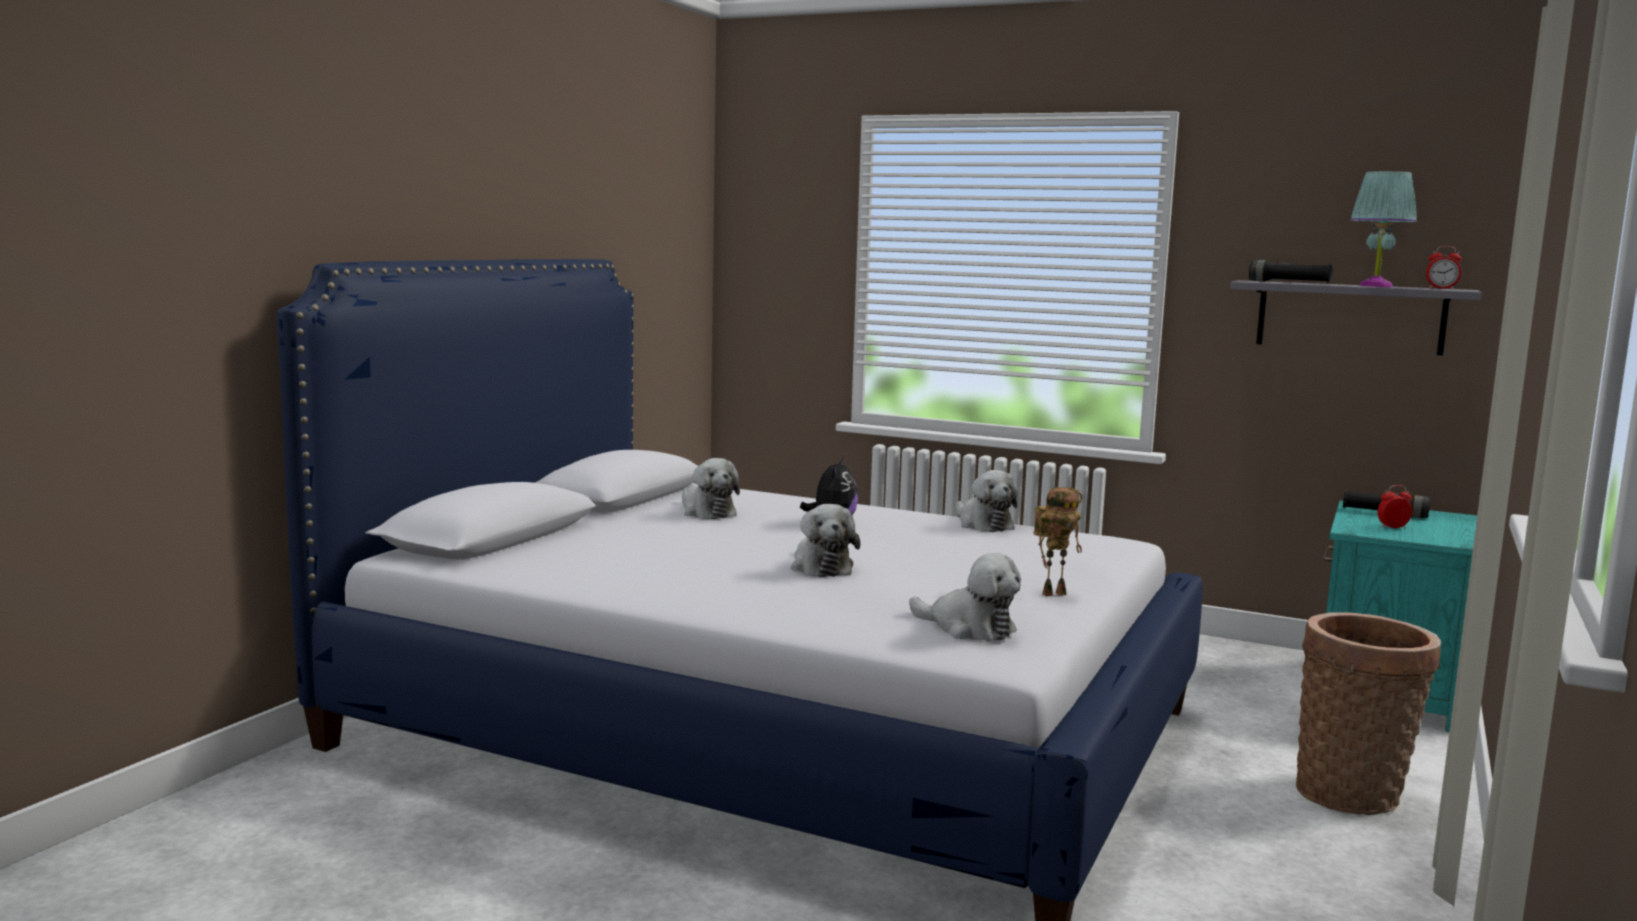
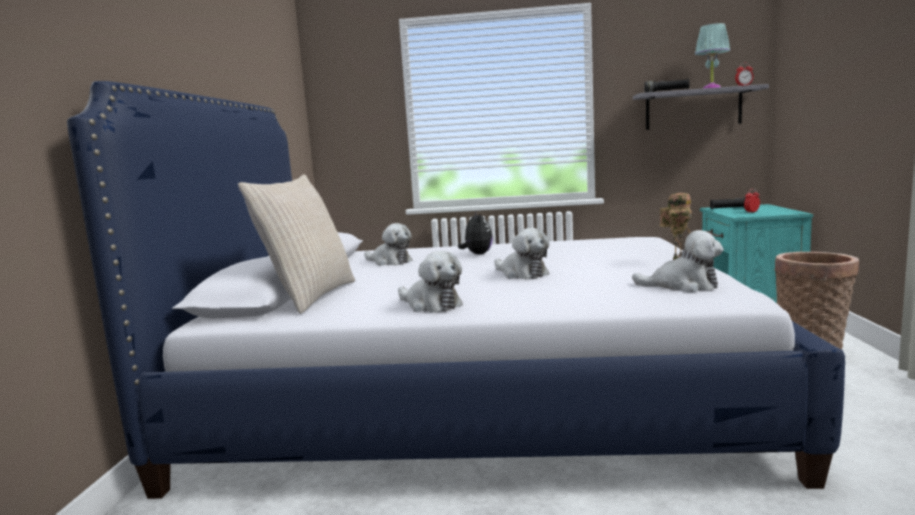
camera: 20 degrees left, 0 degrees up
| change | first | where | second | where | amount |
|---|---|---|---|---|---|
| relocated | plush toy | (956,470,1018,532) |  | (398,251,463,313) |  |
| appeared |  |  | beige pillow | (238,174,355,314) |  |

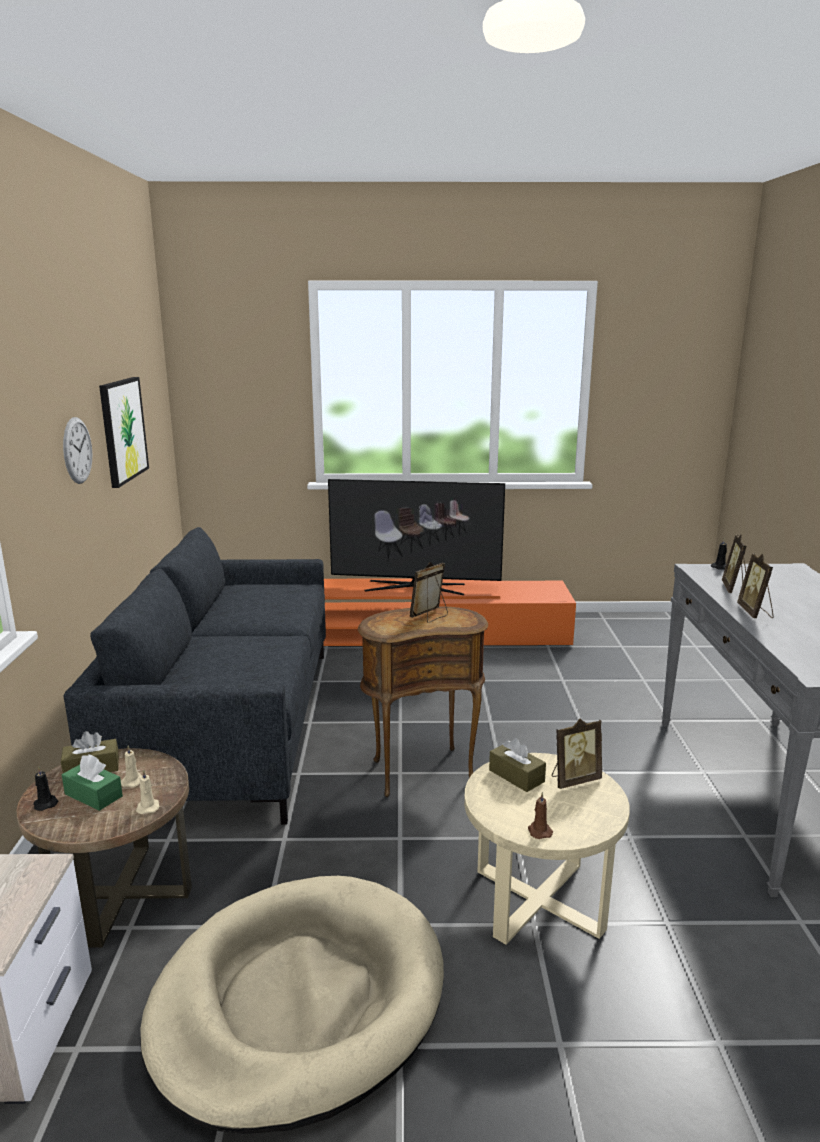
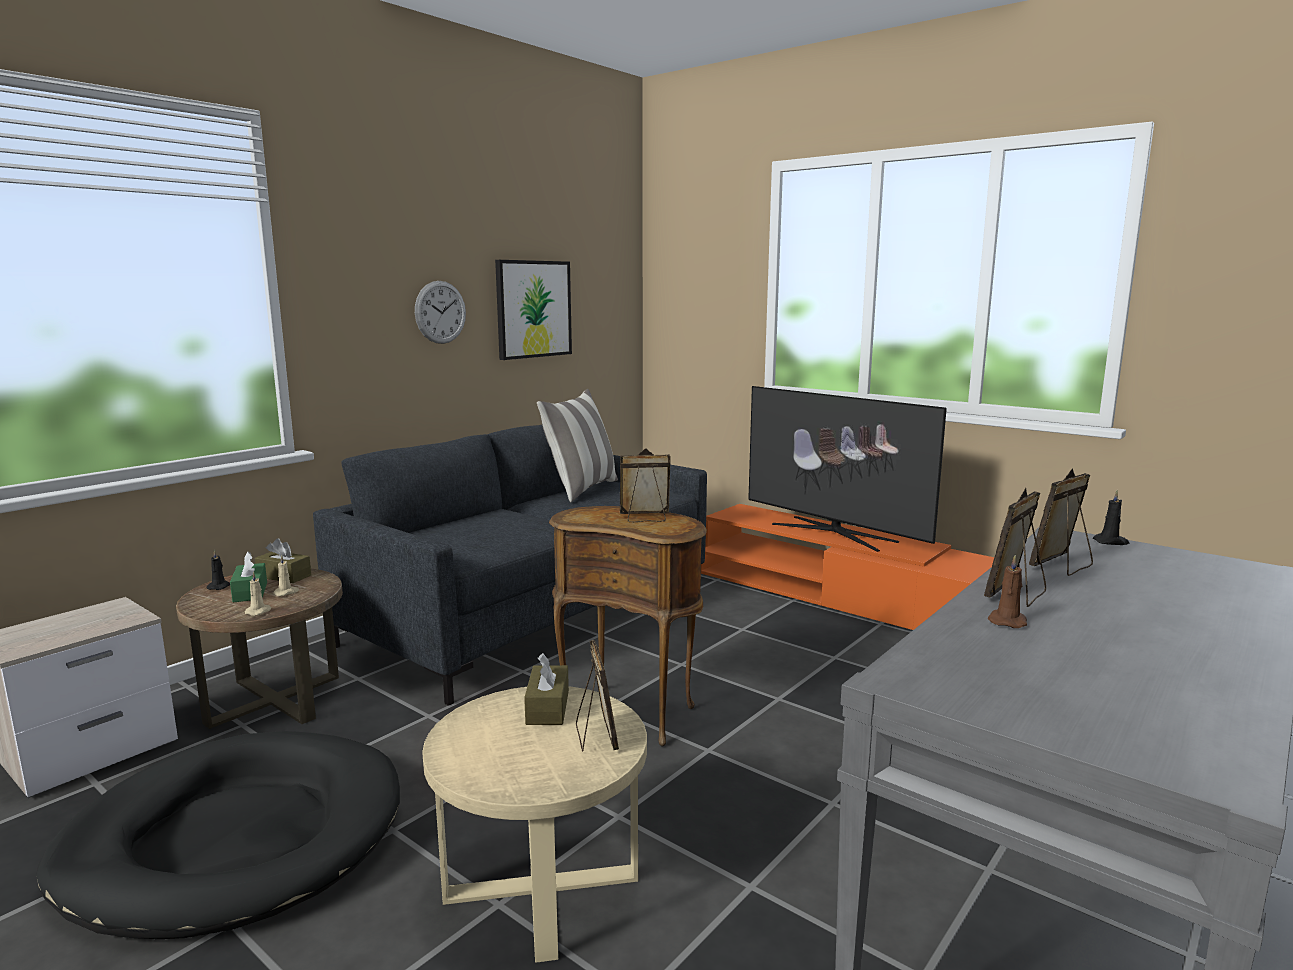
camera: 40 degrees right, 5 degrees down
| change | first | where | second | where | amount |
|---|---|---|---|---|---|
| spun | picture frame | (552,719,602,789) |  | (576,640,619,752) | 120 degrees counterclockwise |
| relocated | brown candle | (528,792,553,839) |  | (988,554,1027,628) |  |
| colour | beige dog bed | (140,876,444,1134) | black dog bed | (36,731,400,939) |  |
| appeared |  |  | pillow | (537,389,618,502) |  |

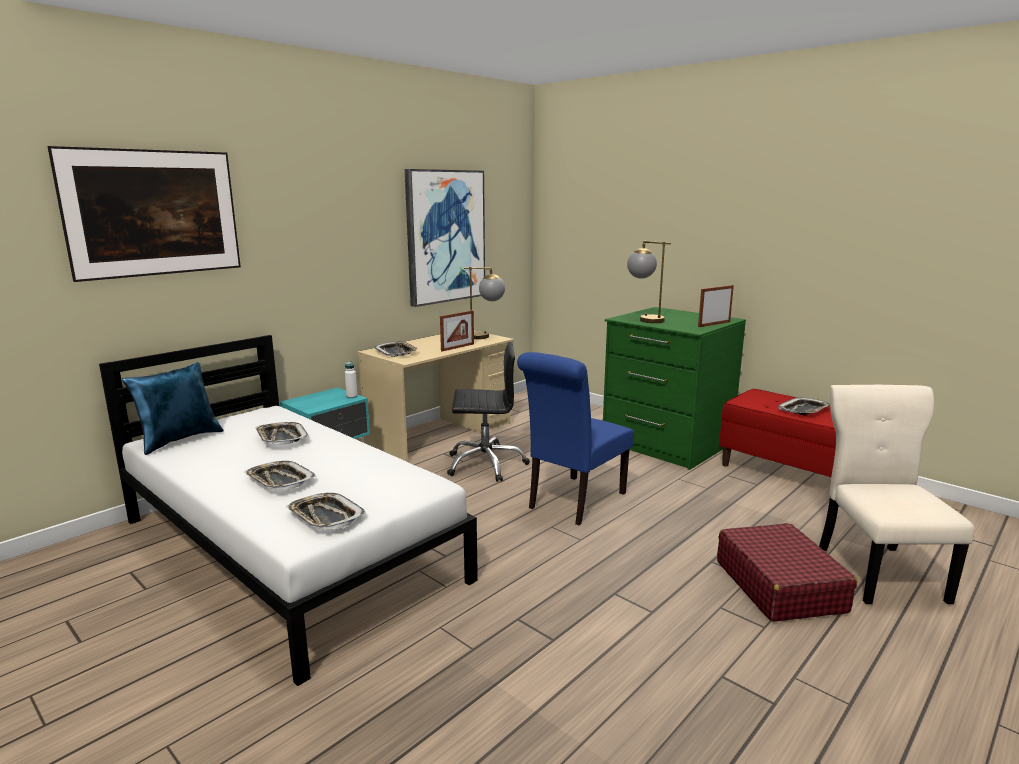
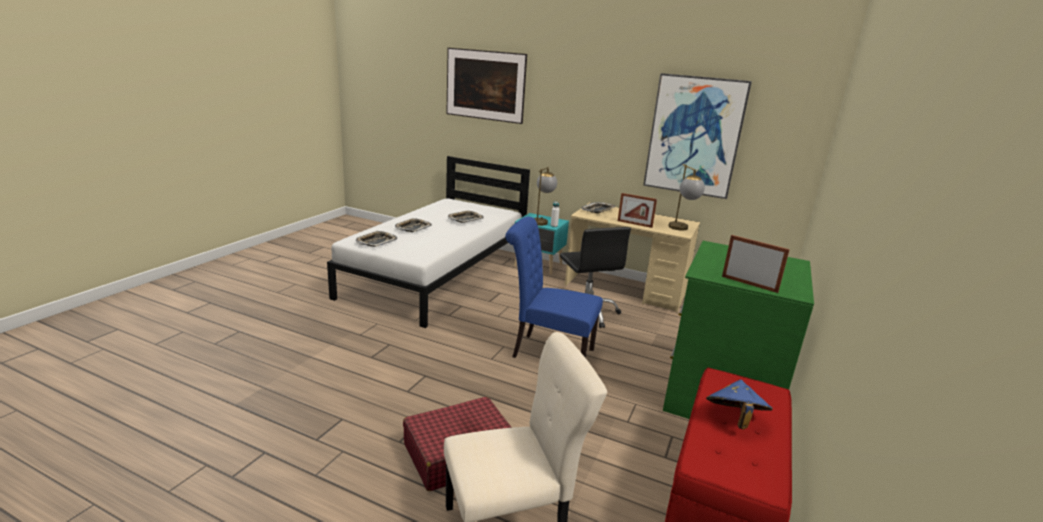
camera: 70 degrees right, 5 degrees up
| change | first | where | second | where | amount |
|---|---|---|---|---|---|
| relocated | table lamp | (627,241,671,323) |  | (534,167,557,226) |  |
| missing | blue pillow | (122,362,224,455) |  |  |  |
| exchanged | tray | (778,397,830,415) | blue hat | (706,379,773,430) |  |

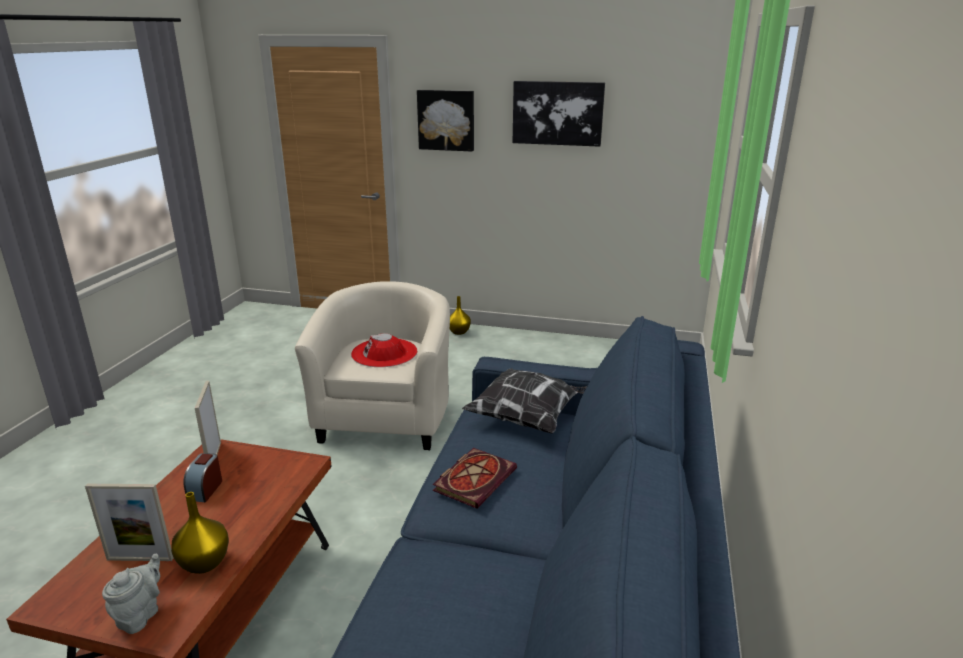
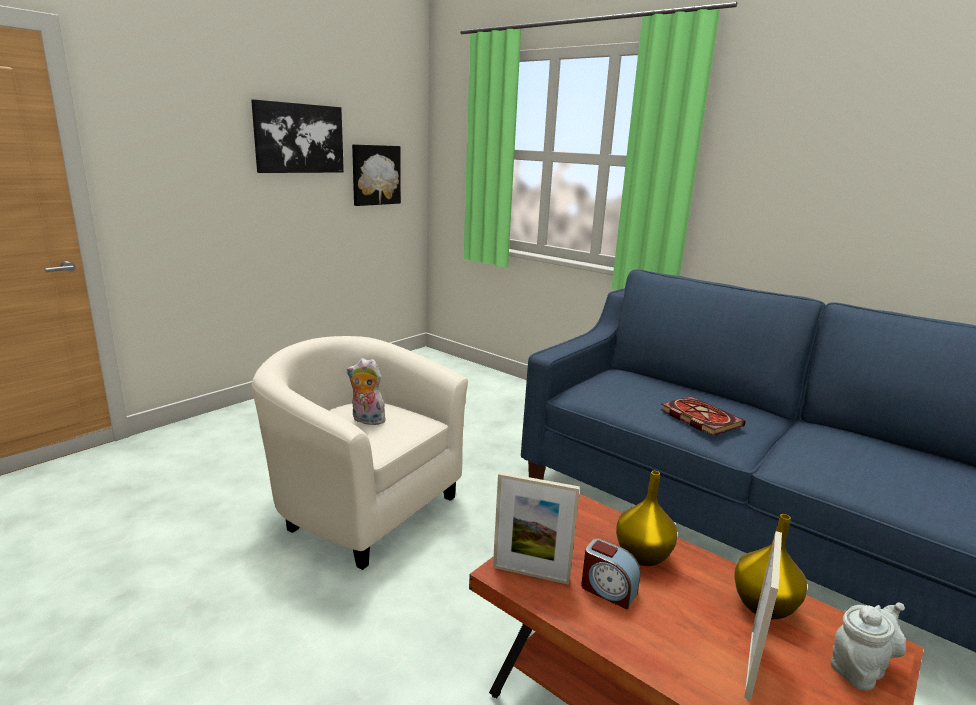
camera: 65 degrees left, 5 degrees down
| change | first | where | second | where | amount |
|---|---|---|---|---|---|
| relocated | picture | (417,90,474,152) |  | (352,144,401,206) |  |
| relocated | yellow vase | (450,296,471,335) |  | (616,471,677,566) |  |
| exchanged | red hat | (351,333,417,367) | plush toy | (347,358,386,425) |  |
| missing | pillow | (462,368,587,433) |  |  |  |
| spun | grey teapot | (102,554,160,634) |  | (831,602,906,690) | 105 degrees clockwise |

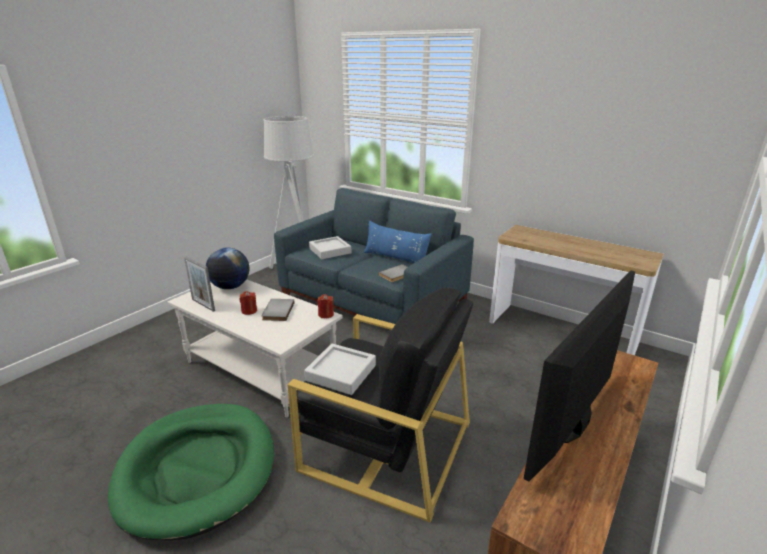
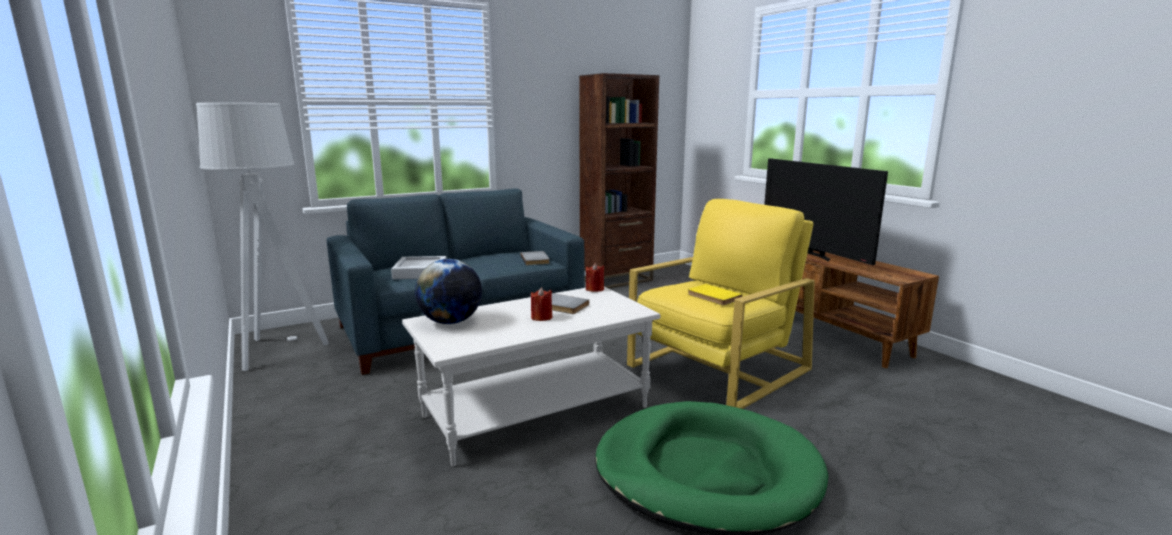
camera: 65 degrees left, 10 degrees down
| change | first | where | second | where | amount |
|---|---|---|---|---|---|
| missing | blue pillow | (363,220,432,263) |  |  |  |
| exchanged | console table | (489,225,664,355) | brown bookcase | (579,73,659,288) |  |
| missing | picture frame | (184,257,215,312) |  |  |  |
| colour | black armchair | (287,287,474,523) | yellow armchair | (627,199,815,409) |  |
| exchanged | grey tray | (304,344,376,395) | yellow book | (688,284,743,306) |  |

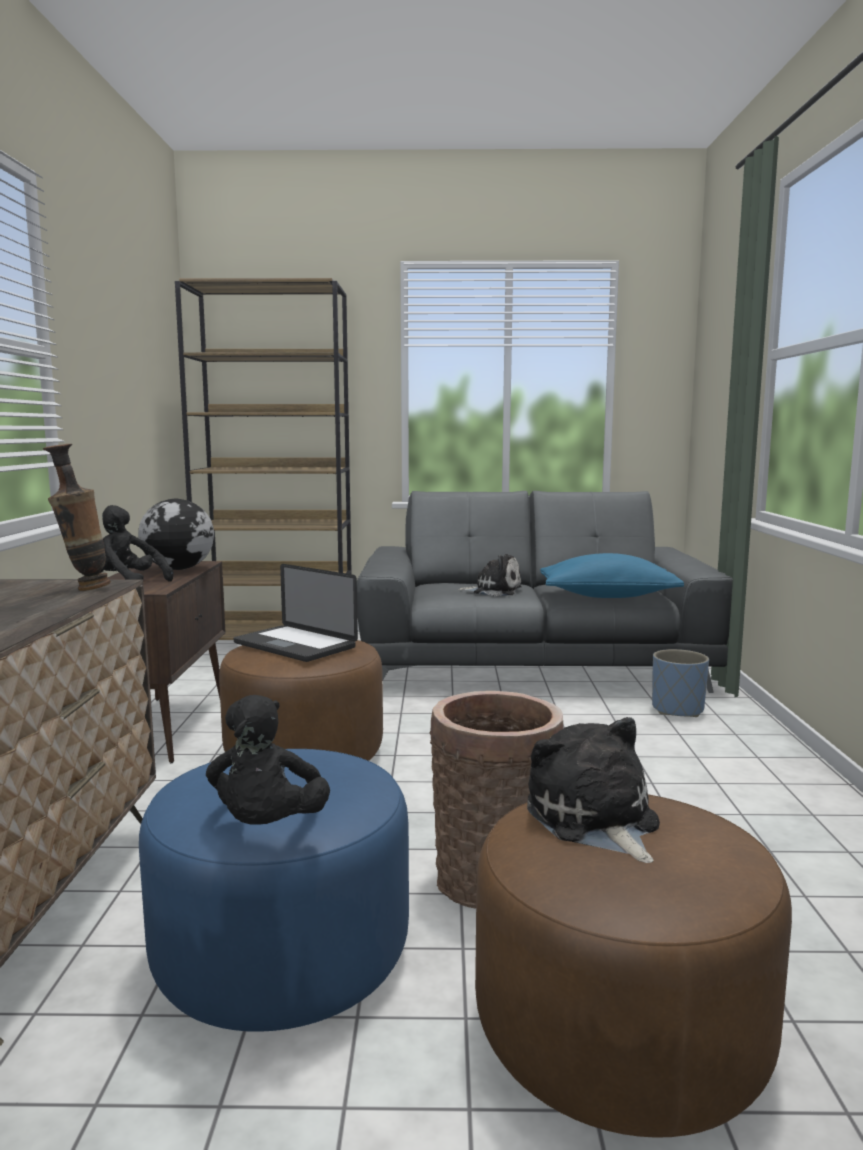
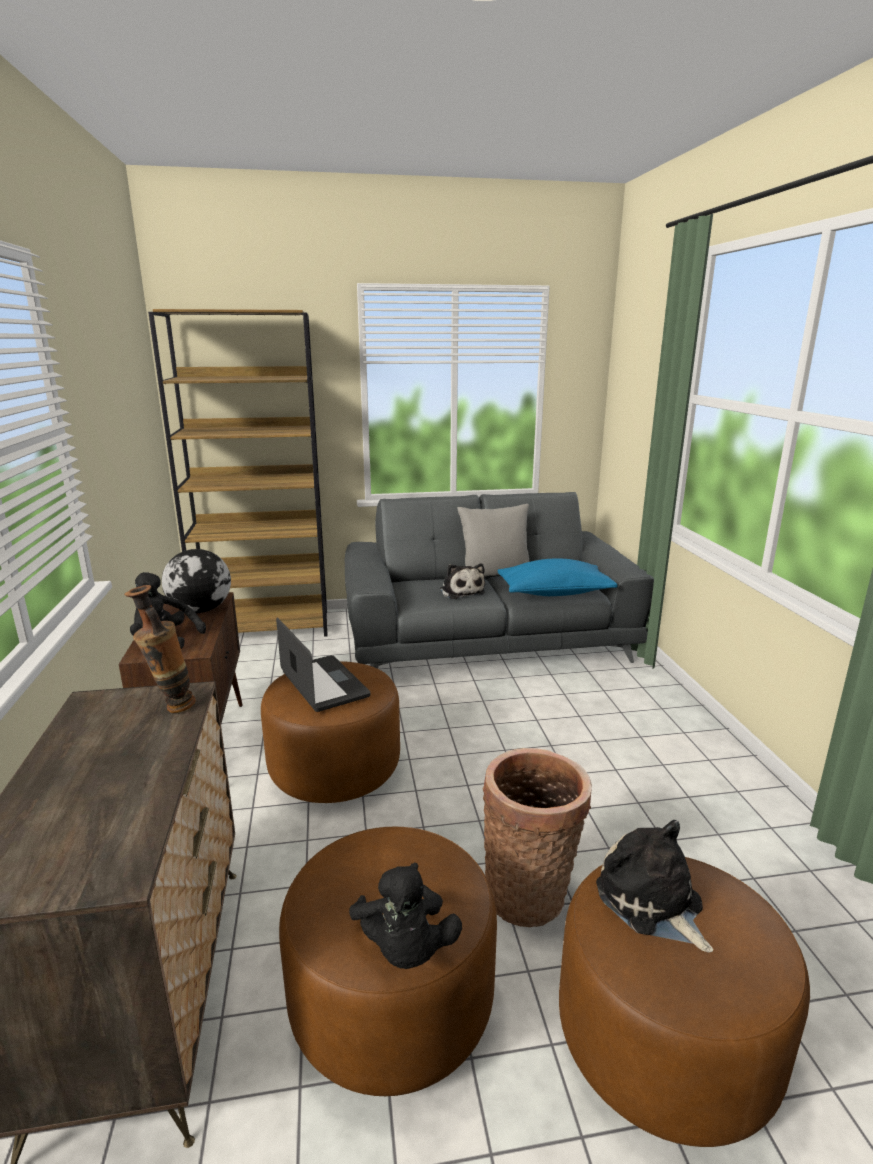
camera: 10 degrees left, 10 degrees up
| change | first | where | second | where | amount |
|---|---|---|---|---|---|
| spun | plush toy | (458,554,522,596) |  | (440,563,485,599) | 60 degrees clockwise |
| spun | laptop | (233,564,358,662) |  | (276,617,370,712) | 150 degrees counterclockwise |
| missing | blue planter | (652,649,709,717) |  |  |  |
| colour | blue ottoman | (139,749,409,1032) | brown ottoman | (279,827,497,1096) |  |
| appeared |  |  | grey pillow | (458,504,530,576) |  |

